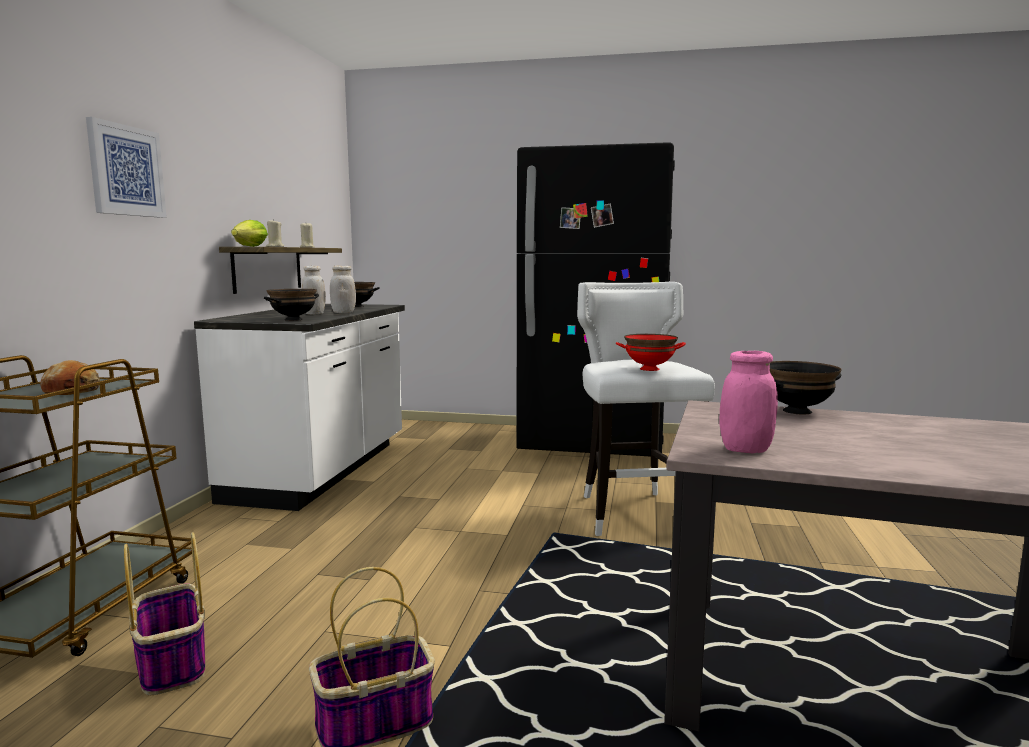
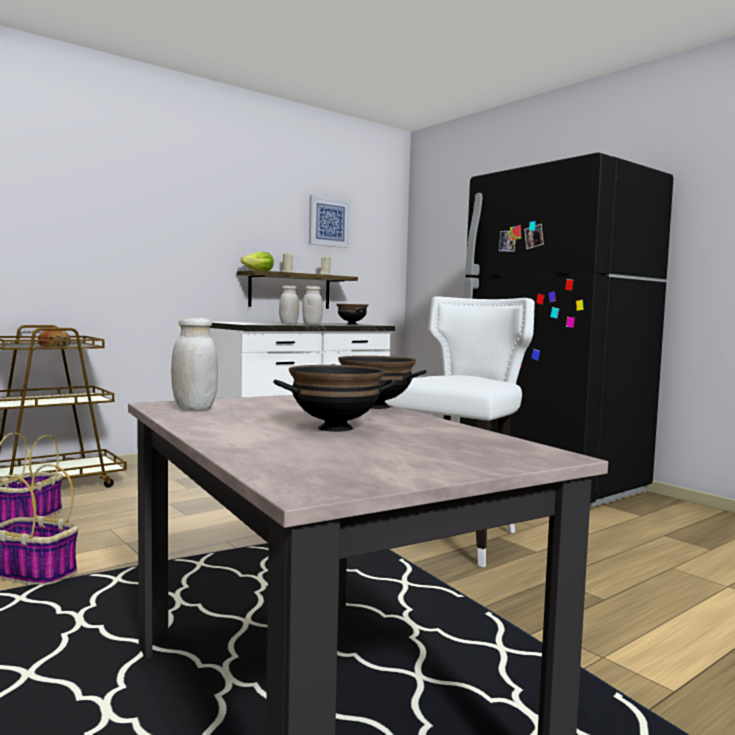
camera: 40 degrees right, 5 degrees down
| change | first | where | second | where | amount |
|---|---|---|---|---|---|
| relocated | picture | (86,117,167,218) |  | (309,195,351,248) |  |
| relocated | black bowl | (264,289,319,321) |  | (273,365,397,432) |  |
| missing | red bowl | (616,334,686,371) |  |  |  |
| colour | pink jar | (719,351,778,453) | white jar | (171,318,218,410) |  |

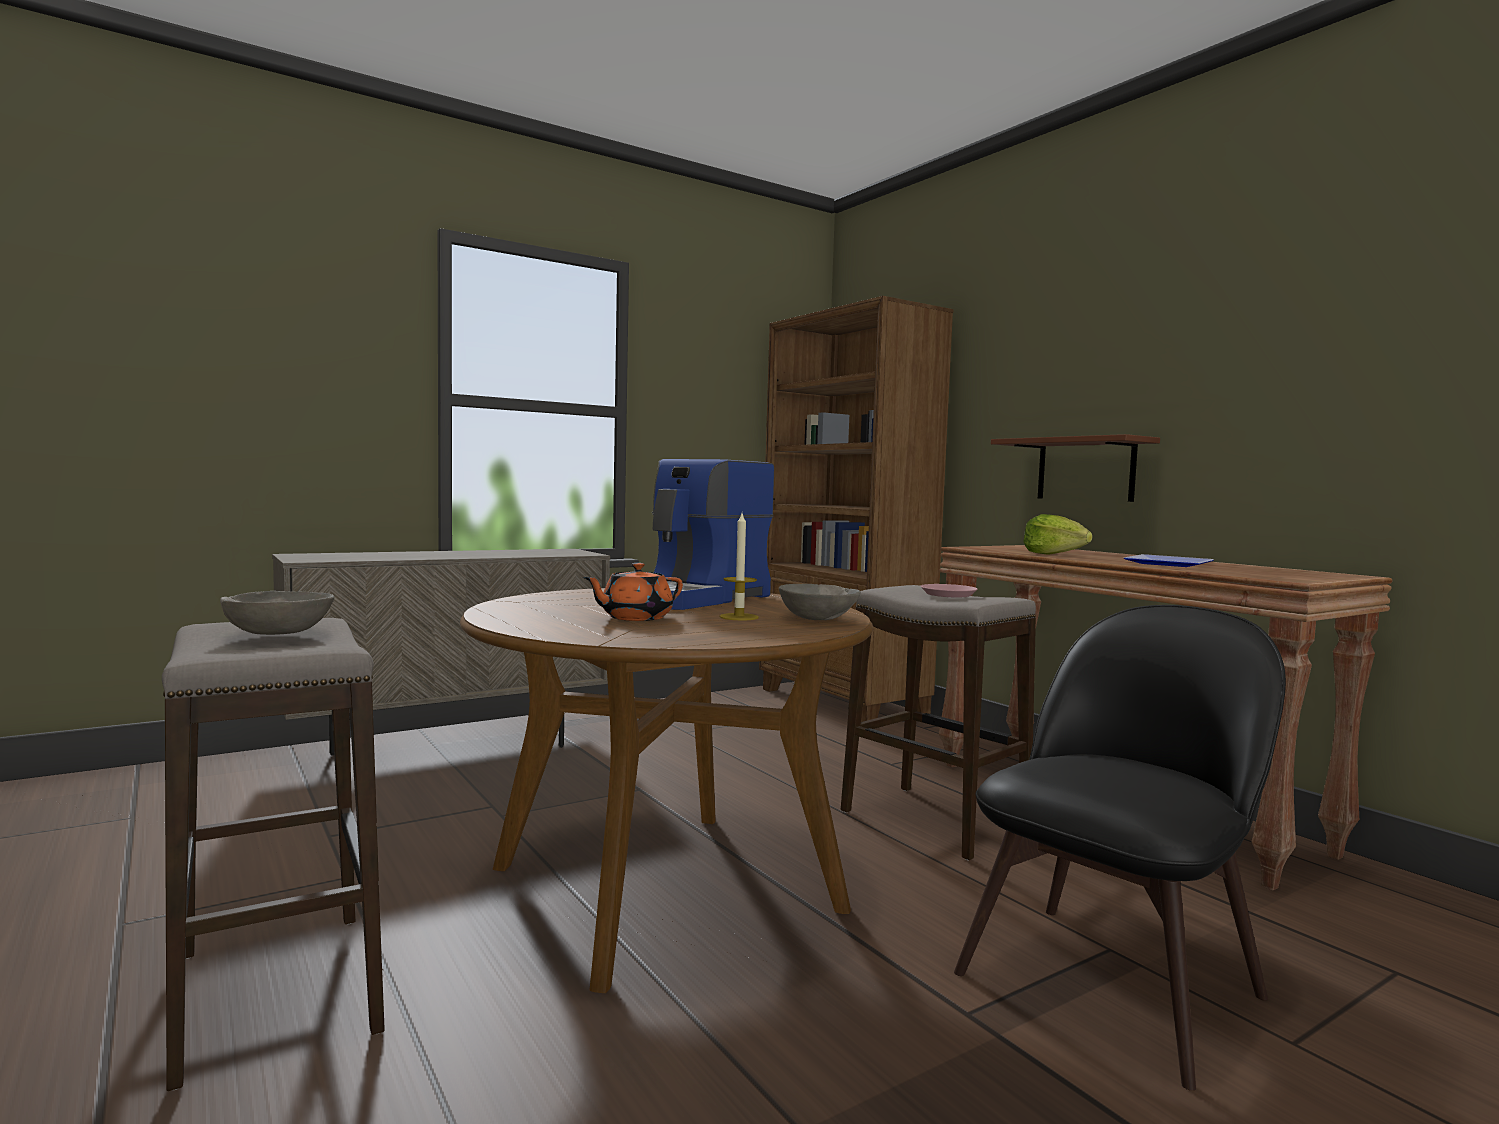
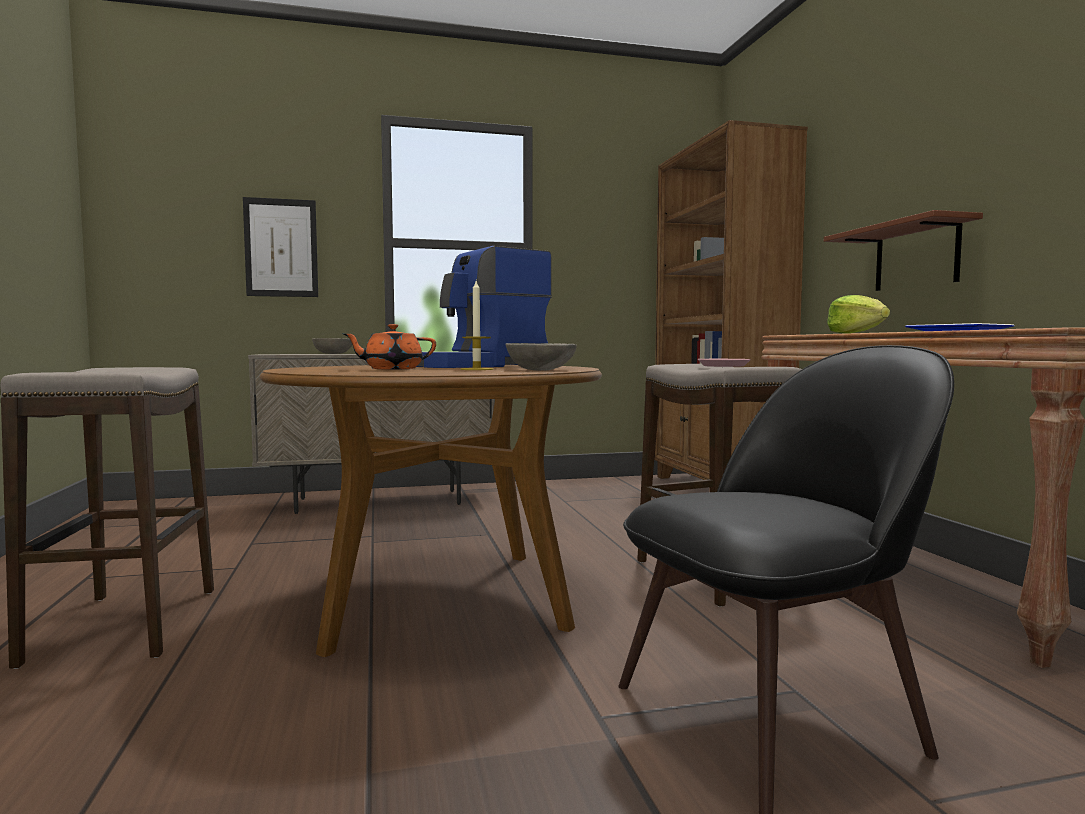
camera: 20 degrees right, 0 degrees up
| change | first | where | second | where | amount |
|---|---|---|---|---|---|
| relocated | grey bowl | (220,591,334,635) |  | (312,338,352,354) |  |
| appeared |  |  | picture | (243,197,318,297) |  |

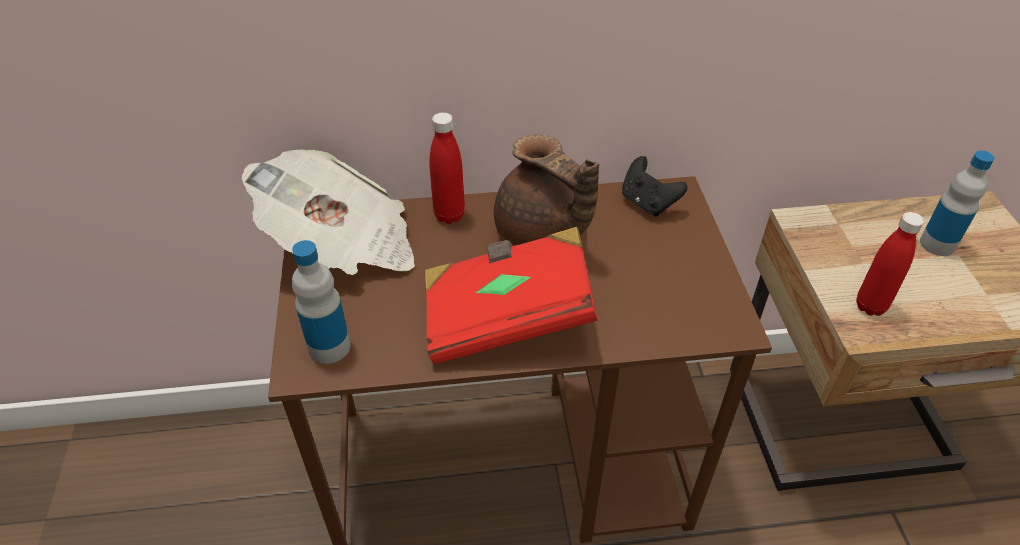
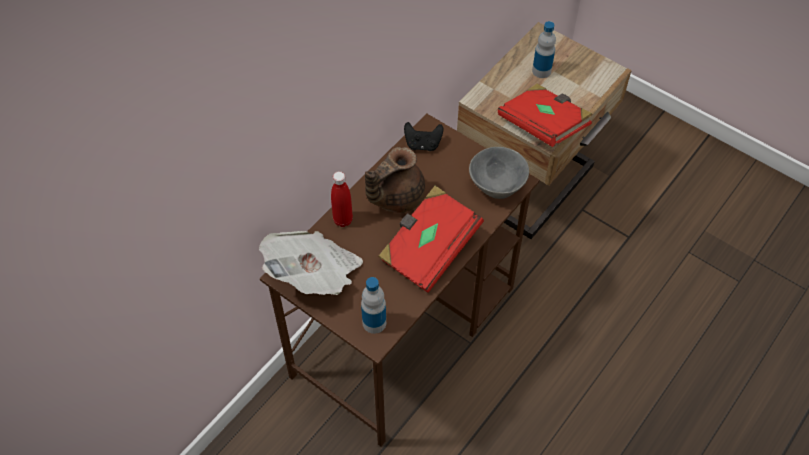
camera: 45 degrees left, 10 degrees up
| change | first | where | second | where | amount |
|---|---|---|---|---|---|
| spun | brown teapot | (494,135,600,246) |  | (365,147,425,213) | 135 degrees clockwise |
| exchanged | red bottle | (856,212,924,316) | red book | (498,84,593,147) |  |
| appeared |  |  | grey bowl | (469,147,529,199) |  |

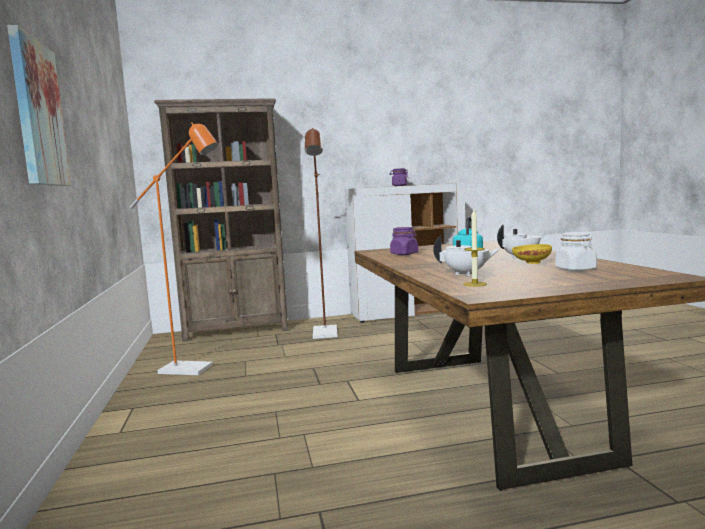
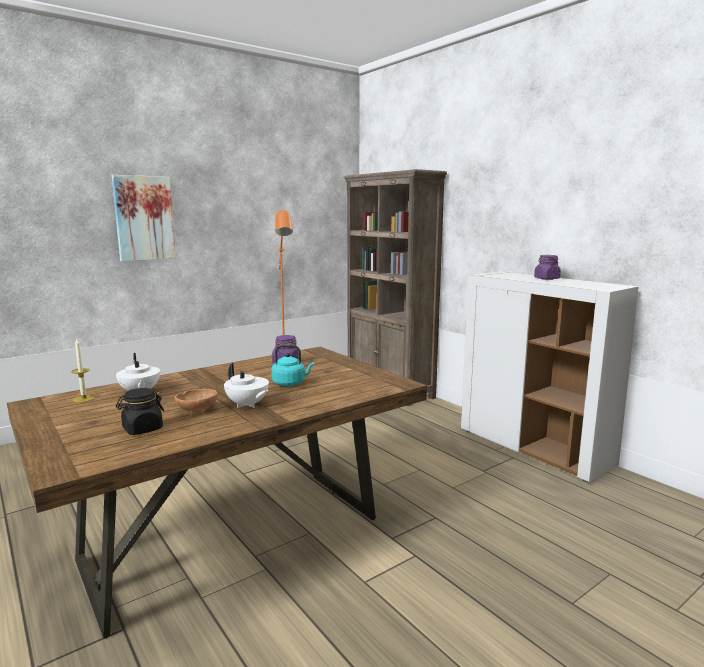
camera: 65 degrees right, 5 degrees up
| change | first | where | second | where | amount |
|---|---|---|---|---|---|
| missing | brown floor lamp | (305,128,338,339) |  |  |  |
| colour | white jar | (555,232,597,271) | black jar | (116,388,164,435) |  |
| colour | yellow bowl | (512,244,552,264) | brown bowl | (175,389,218,414) |  |

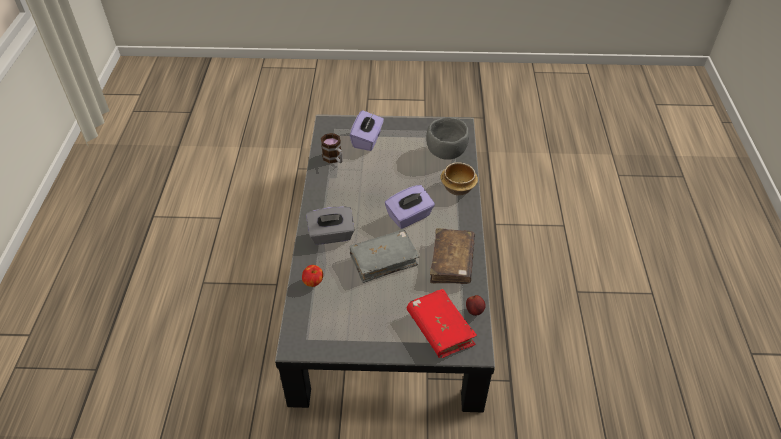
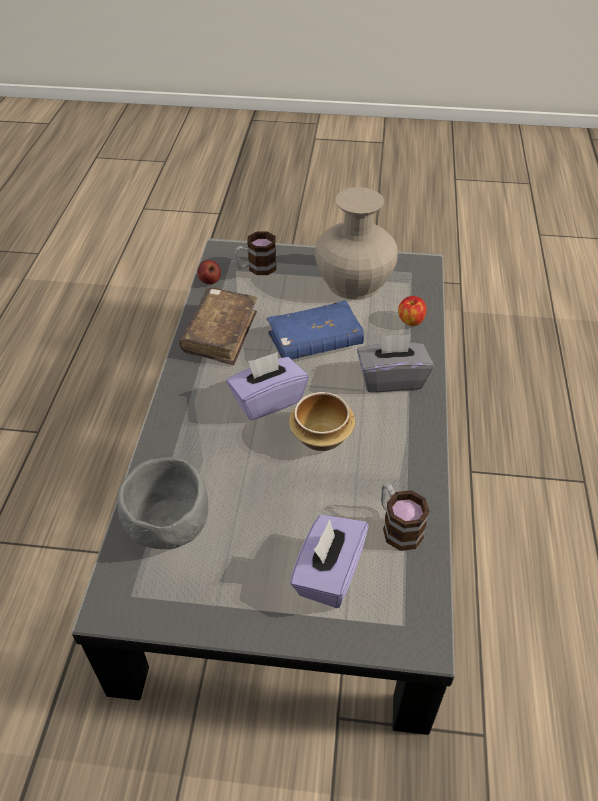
camera: 175 degrees left, 0 degrees up
| change | first | where | second | where | amount |
|---|---|---|---|---|---|
| relocated | bowl | (440,162,478,196) |  | (289,392,355,451) |  |
| colour | grey book | (350,229,420,283) | blue book | (267,300,364,360) |  |
| exchanged | red book | (407,289,477,358) | mug | (235,232,276,275) |  |
| appeared |  |  | beige vase | (315,187,398,300) |  |

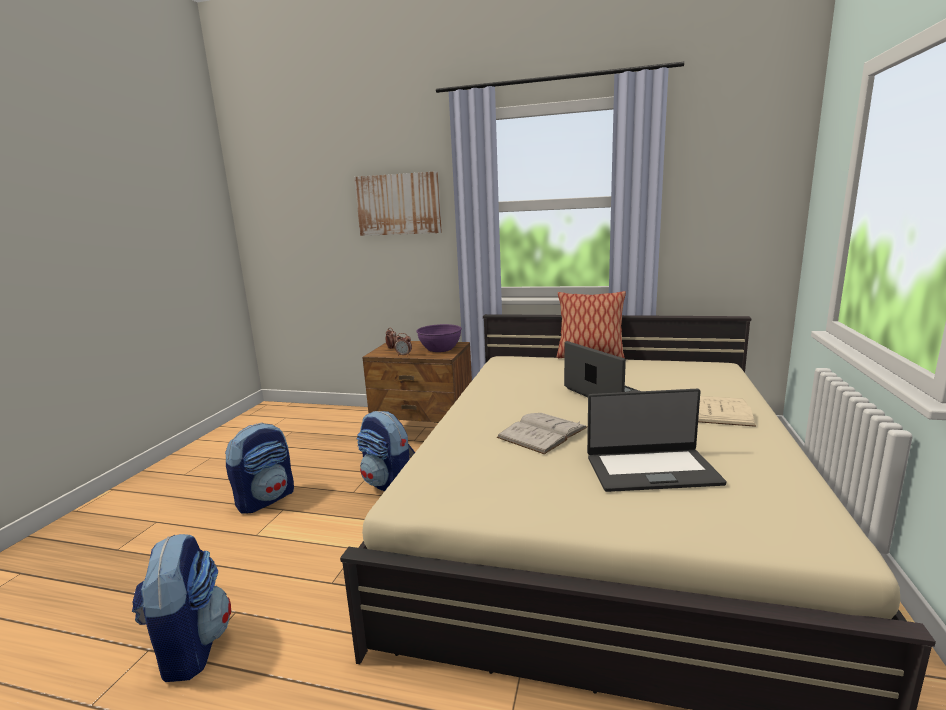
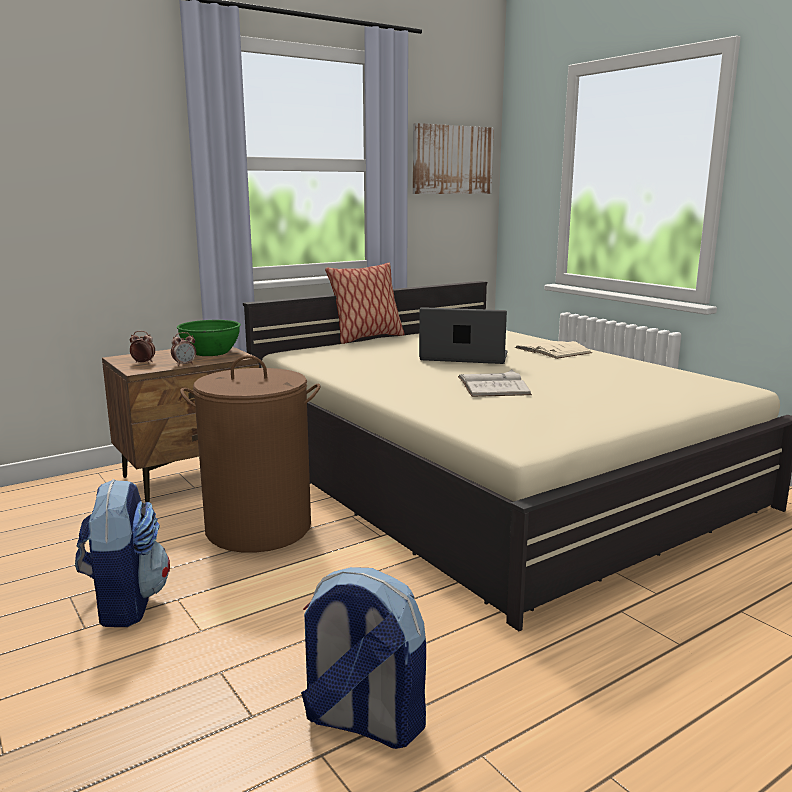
camera: 50 degrees left, 0 degrees up
| change | first | where | second | where | amount |
|---|---|---|---|---|---|
| relocated | picture | (354,171,442,236) |  | (413,123,494,194) |  |
| colour | purple bowl | (416,324,462,352) | green bowl | (177,320,241,356) |  |
| missing | laptop | (587,389,726,492) |  |  |  |
| exchanged | backpack | (357,411,415,492) | brown laundry basket | (180,355,321,553) |  |

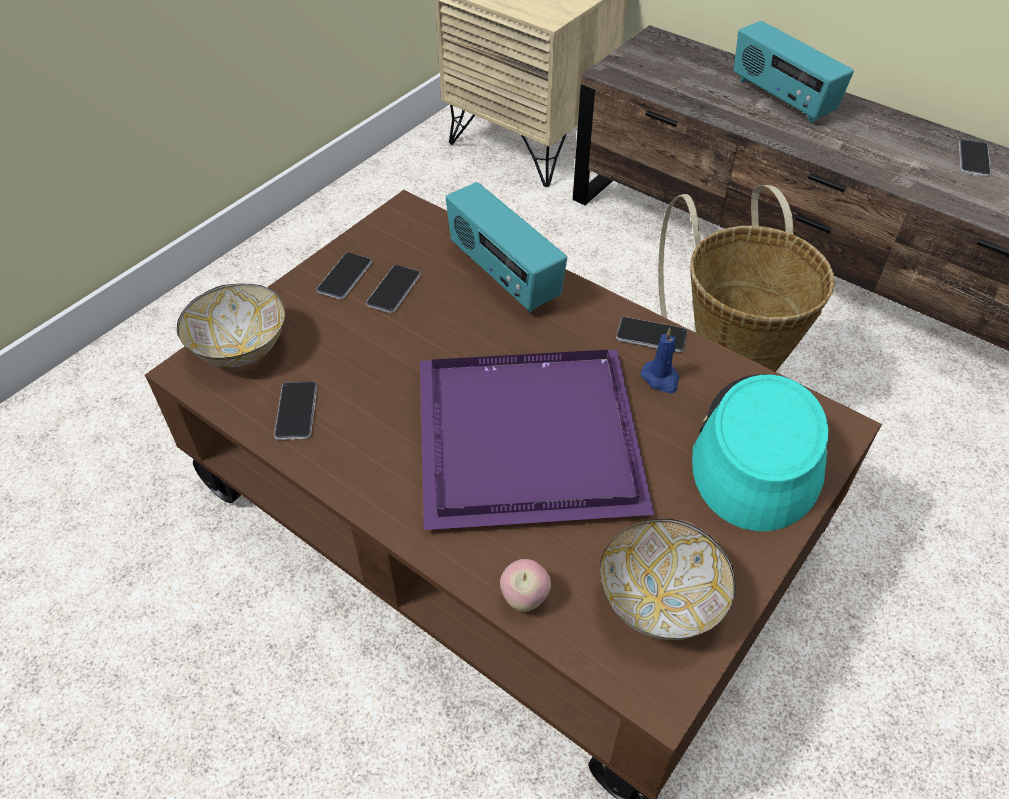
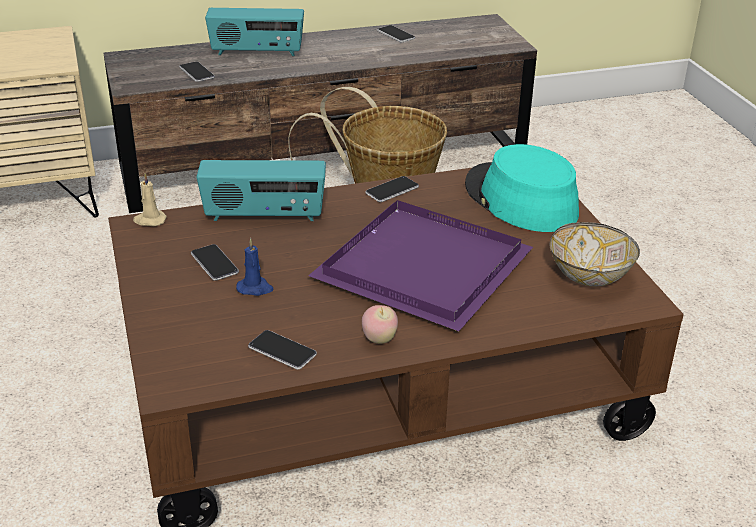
camera: 55 degrees left, 15 degrees down
| change | first | where | second | where | amount |
|---|---|---|---|---|---|
| relocated | phone | (316,253,372,299) |  | (179,61,215,82) |  |
| missing | bowl | (177,283,285,367) |  |  |  |
| relocated | blue candle | (641,328,680,393) |  | (236,238,274,296) |  |
| relocated | apple | (500,559,551,612) |  | (362,305,398,344) |  |
| appeared |  |  | beige candle | (133,173,167,226) |  |

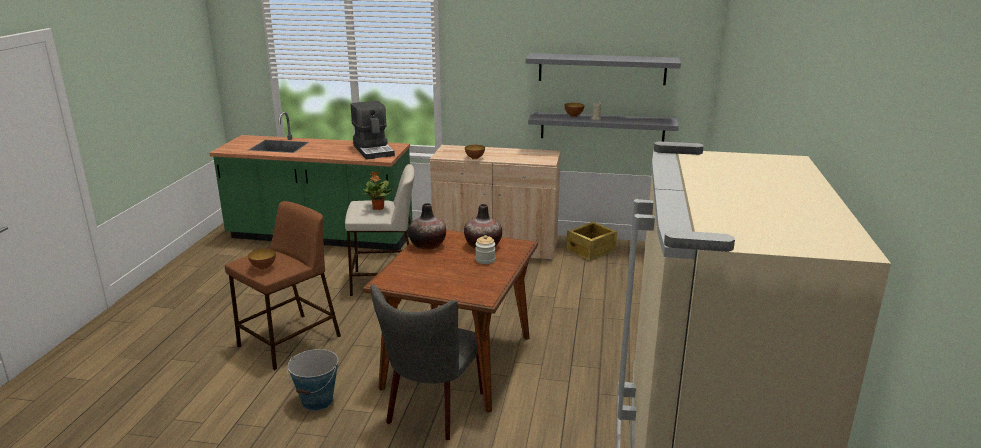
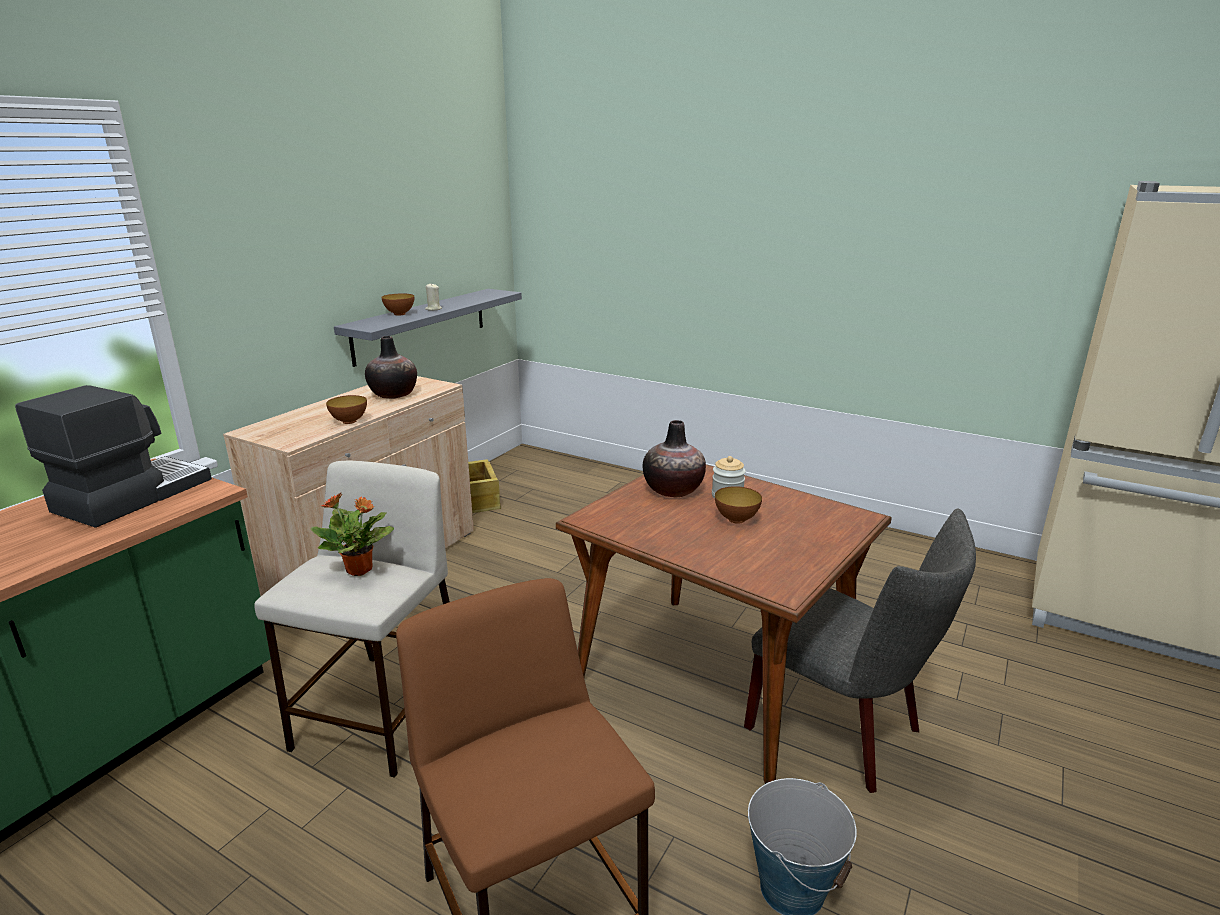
camera: 70 degrees left, 0 degrees up
| change | first | where | second | where | amount |
|---|---|---|---|---|---|
| missing | grey shelf | (525,53,681,85) |  |  |  |
| spun | coffee machine | (351,101,395,160) |  | (15,385,212,528) | 60 degrees counterclockwise |
| relocated | vase | (408,203,446,250) |  | (365,336,417,399) |  |
| relocated | bowl | (248,249,276,270) |  | (715,486,762,524) |  |

